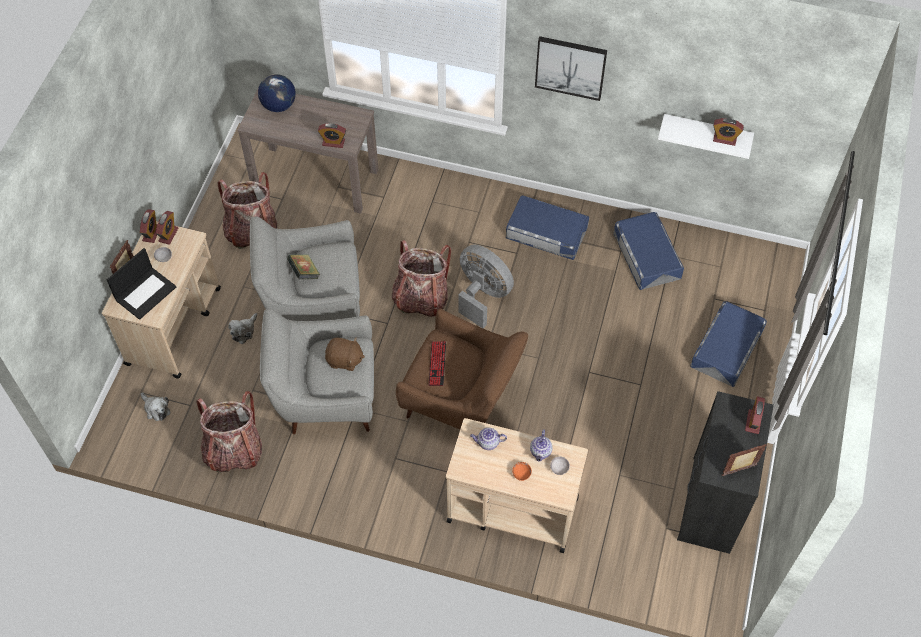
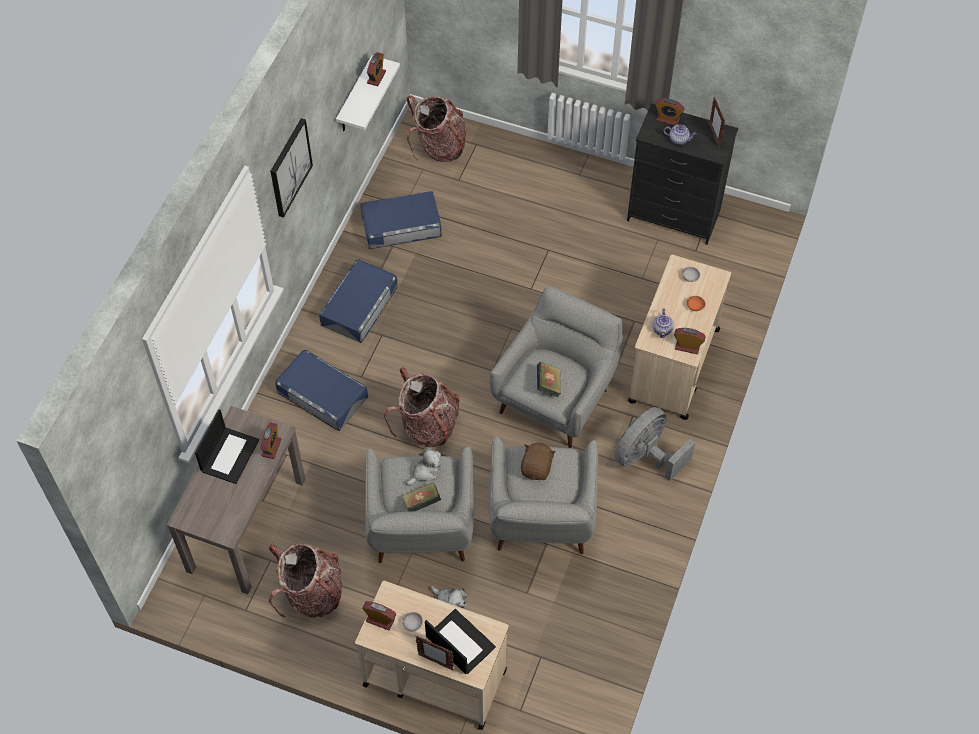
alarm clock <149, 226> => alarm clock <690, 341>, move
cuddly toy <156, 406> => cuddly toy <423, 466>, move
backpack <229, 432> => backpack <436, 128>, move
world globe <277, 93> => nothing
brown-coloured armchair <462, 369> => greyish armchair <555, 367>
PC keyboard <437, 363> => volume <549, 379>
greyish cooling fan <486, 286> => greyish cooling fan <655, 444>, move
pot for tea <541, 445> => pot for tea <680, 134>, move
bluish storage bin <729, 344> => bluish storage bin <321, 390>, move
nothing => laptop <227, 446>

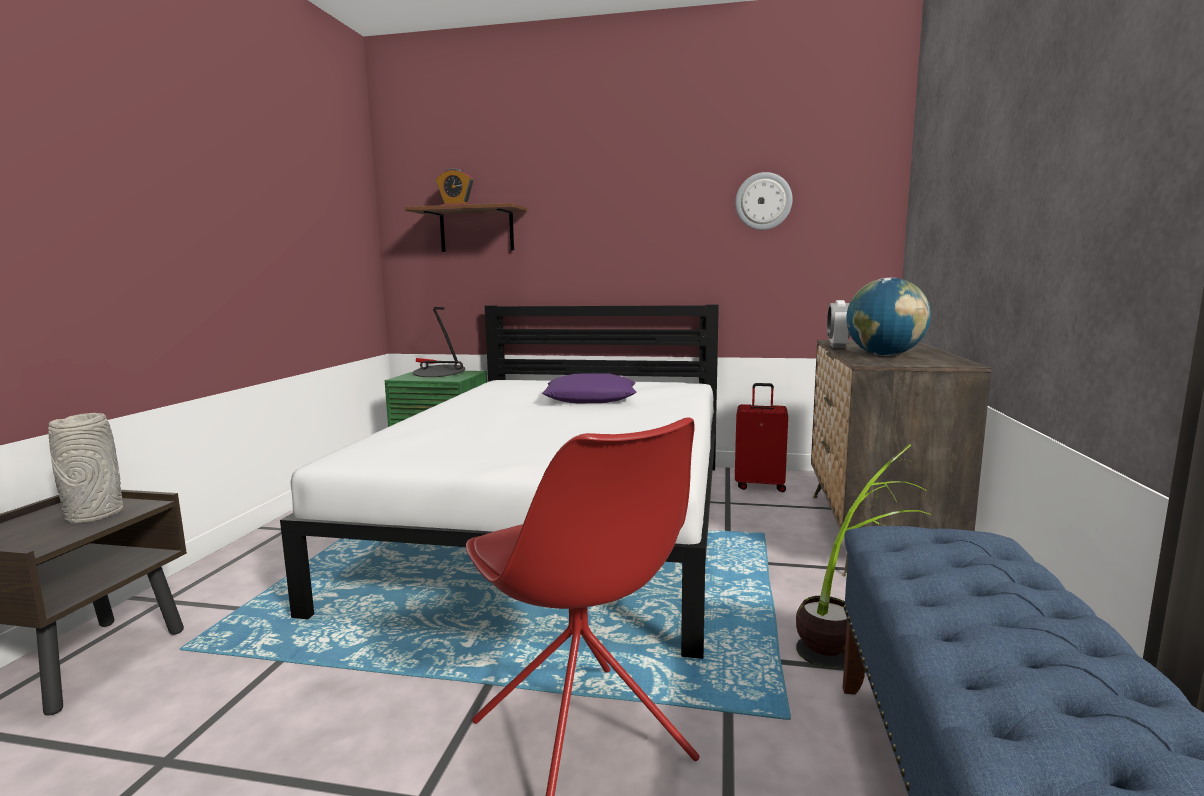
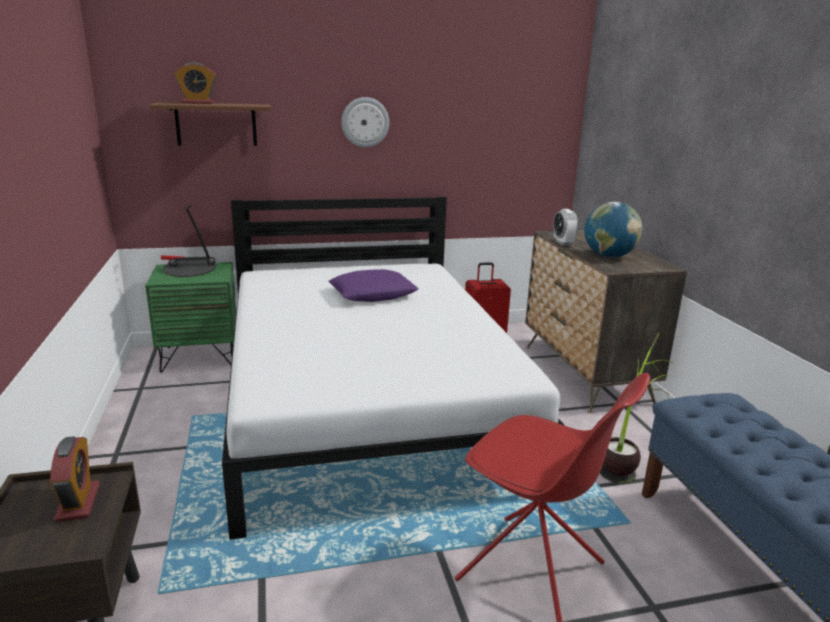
greyish vase <85, 468> => alarm clock <75, 479>
hanging clock <764, 201> => hanging clock <365, 122>, move

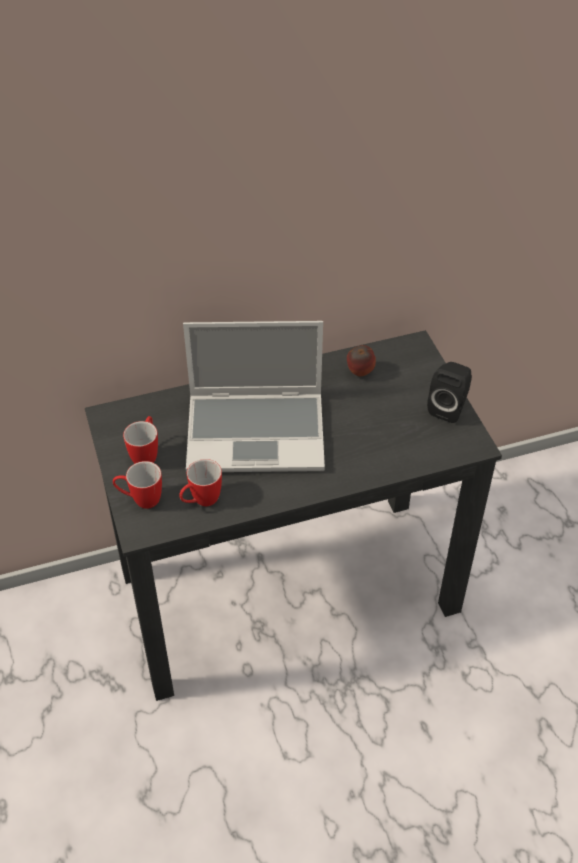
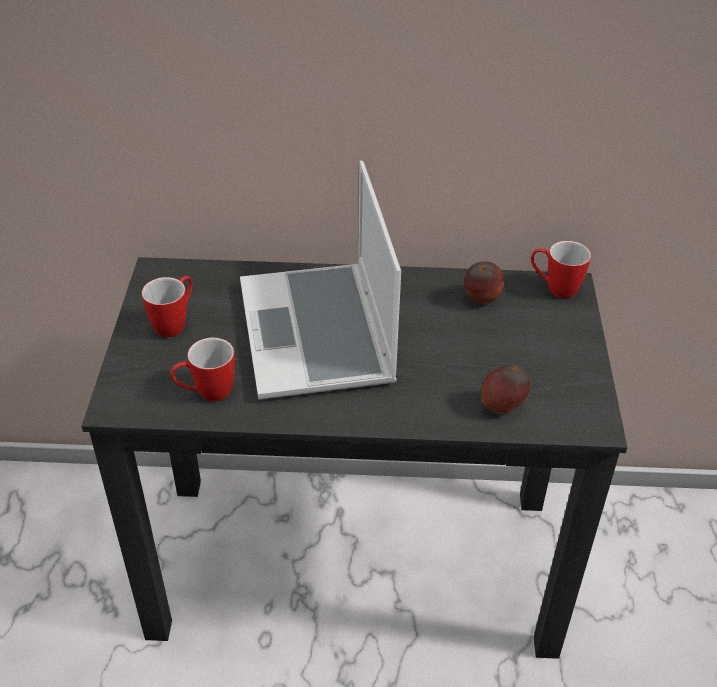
tea mug <137, 485> => tea mug <561, 269>, move
laptop <254, 396> => laptop <320, 280>, 60 degrees clockwise
blackish speaker <449, 392> => nothing
nothing => apple fruit <505, 389>

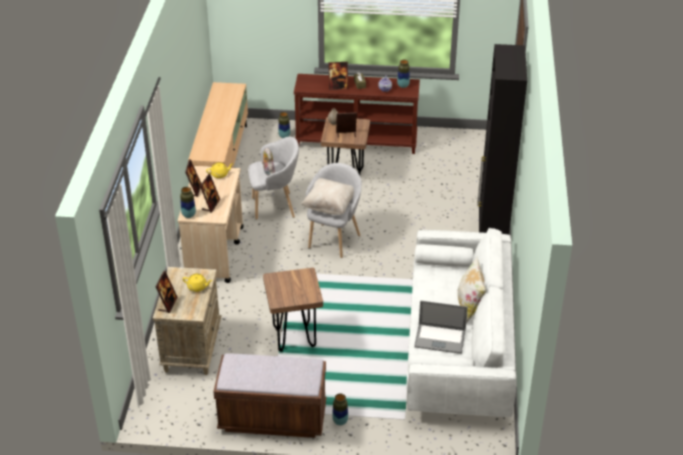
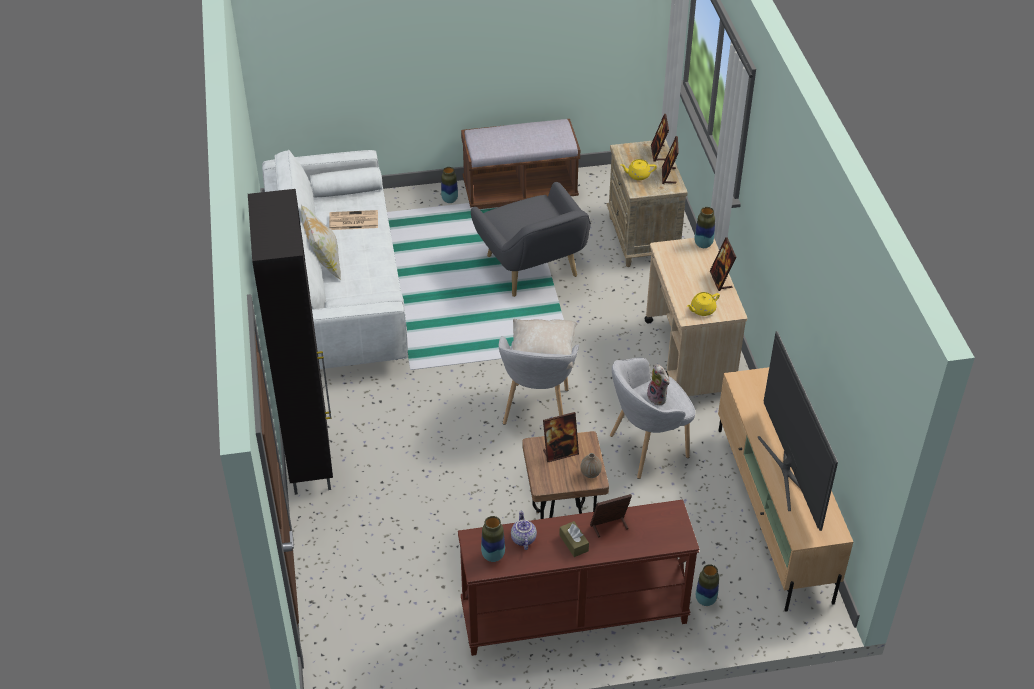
standing frame <210, 193> => standing frame <670, 160>, move
brown-coloured sitting stool <293, 309> => greyish armchair <531, 239>
laptop <441, 327> => printed paper <353, 220>
nothing => TV set <797, 431>

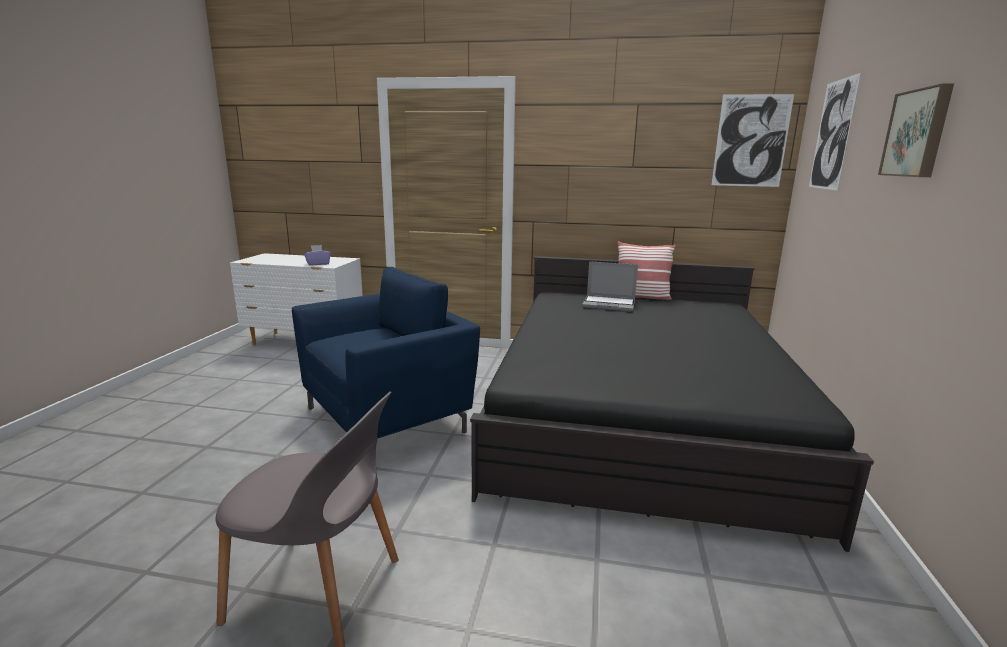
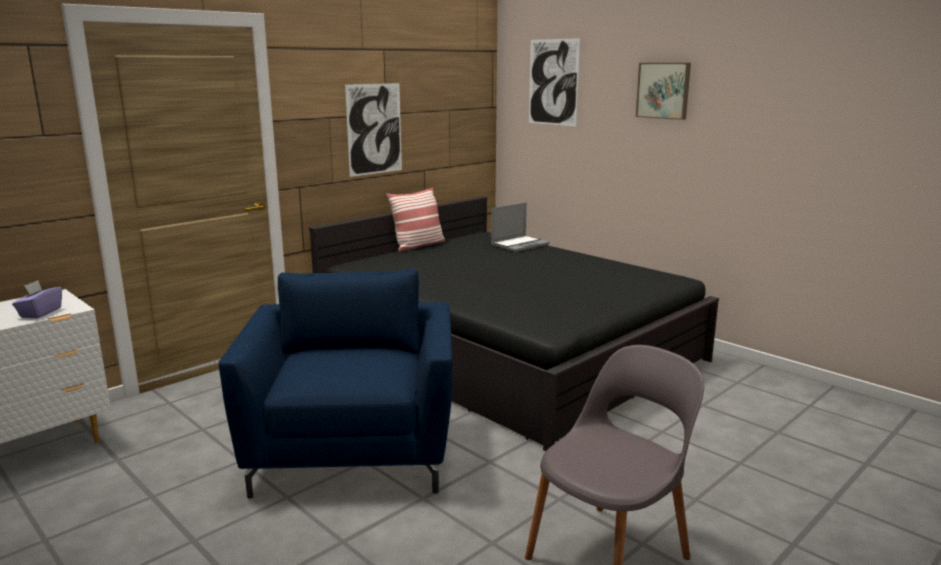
laptop <610, 286> => laptop <520, 227>, move
wall picture <753, 140> => wall picture <373, 130>, move

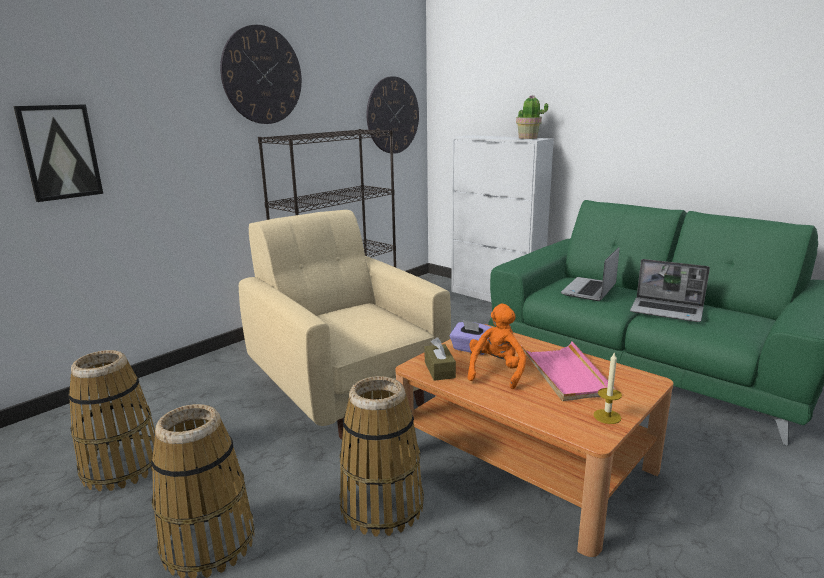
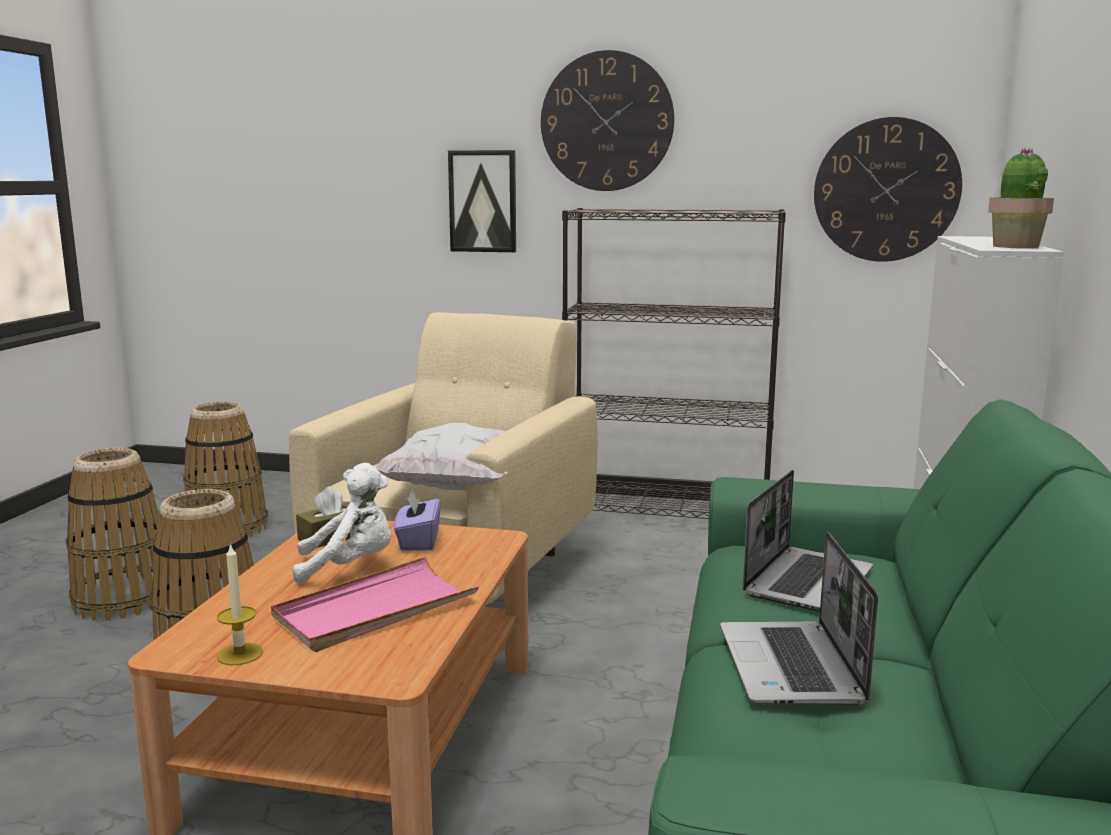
wall picture <58, 153> => wall picture <482, 201>, move
orangey cuddly toy <497, 346> => white-coloured cuddly toy <342, 524>
laptop <590, 274> => laptop <808, 541>, 120 degrees clockwise
nothing => white-coloured cushion <441, 456>

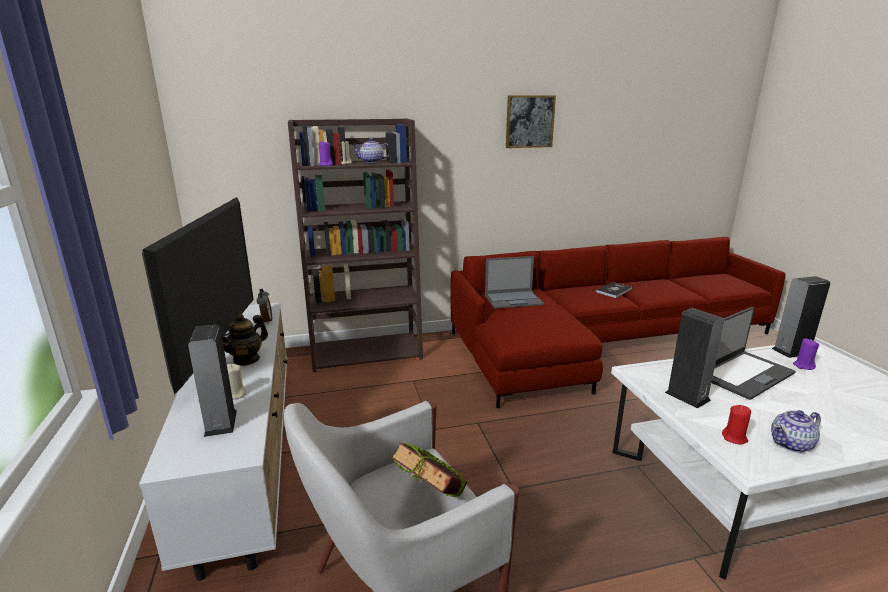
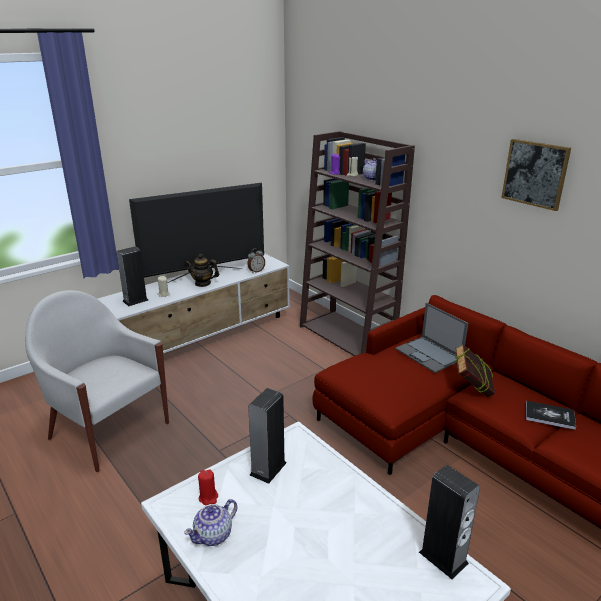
volume <429, 470> => volume <475, 370>, move
laptop <753, 353> => nothing
pot for tea <796, 431> => pot for tea <210, 522>, 90 degrees counterclockwise
purple wax candle <806, 354> => nothing

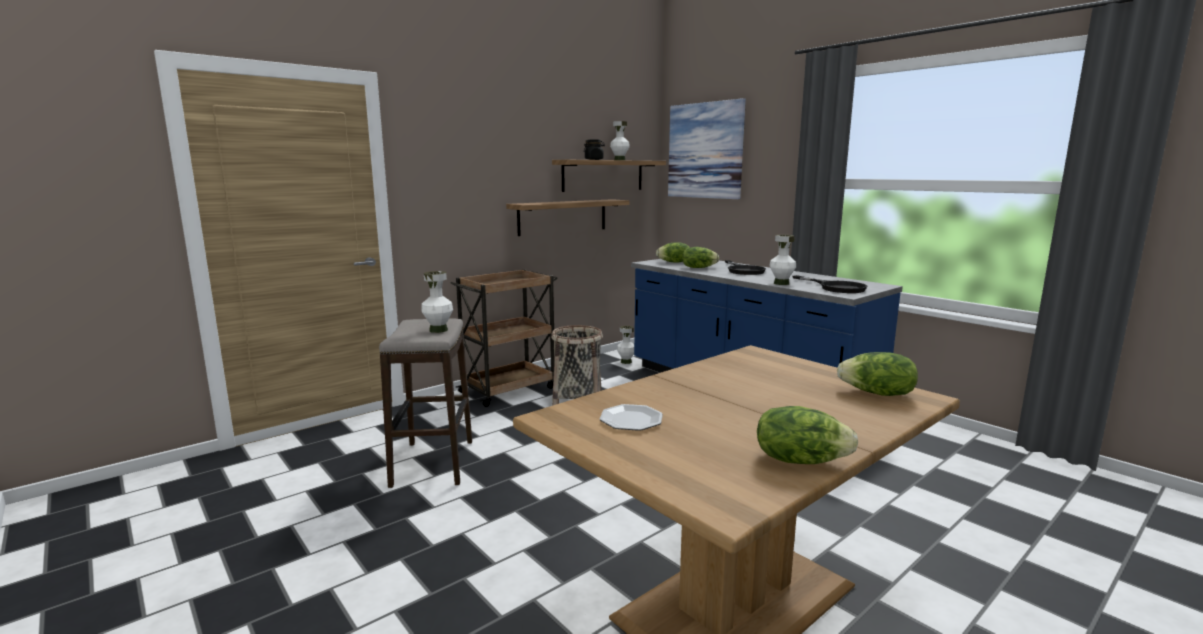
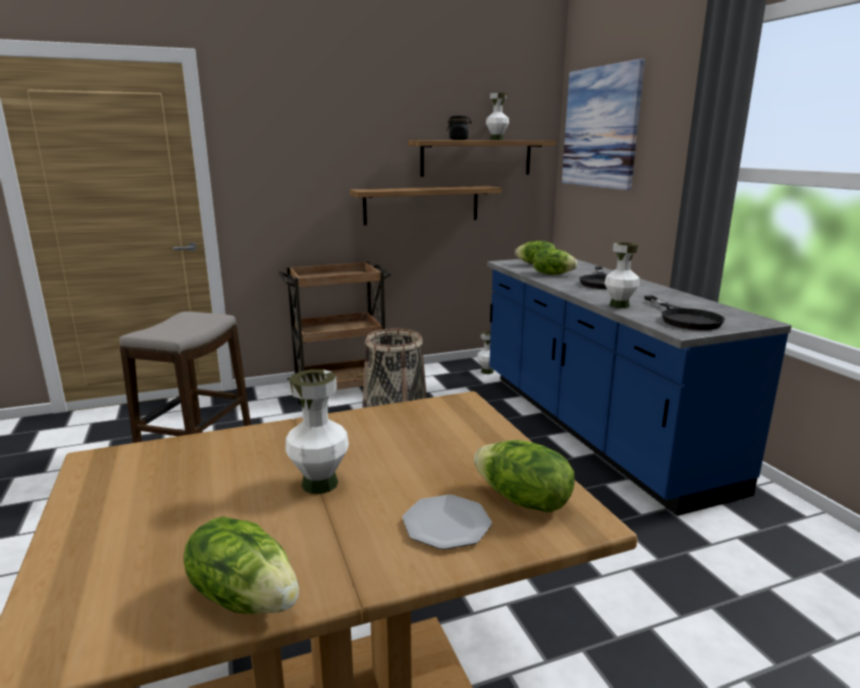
white-coloured vase <437, 302> => white-coloured vase <317, 431>, move
flat dish <631, 417> => flat dish <447, 522>, move

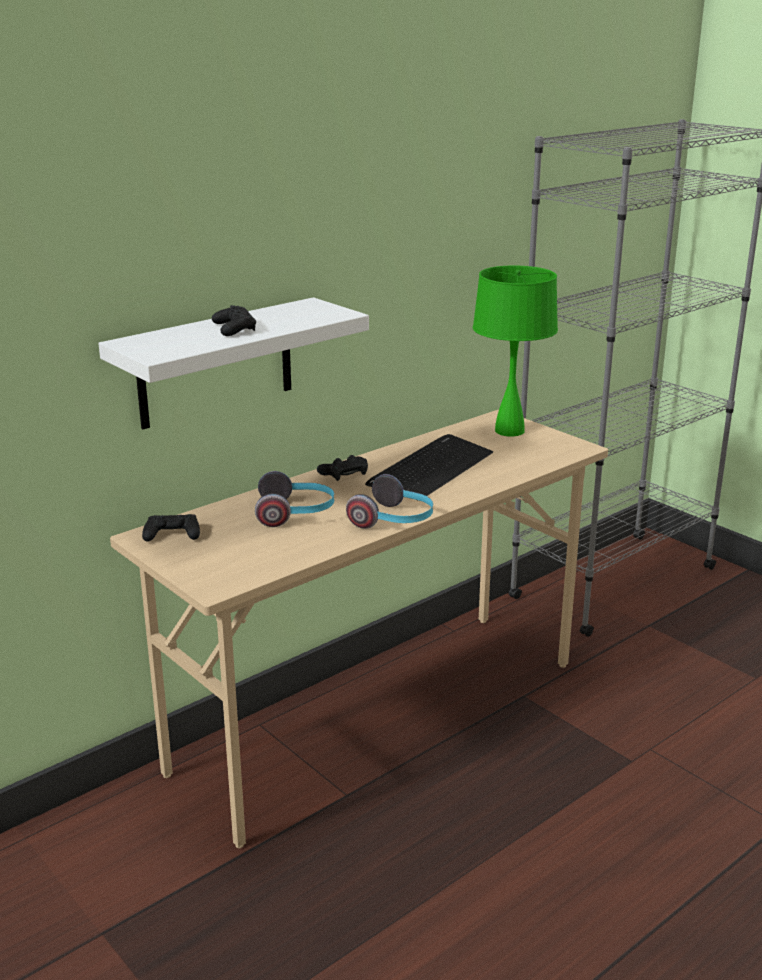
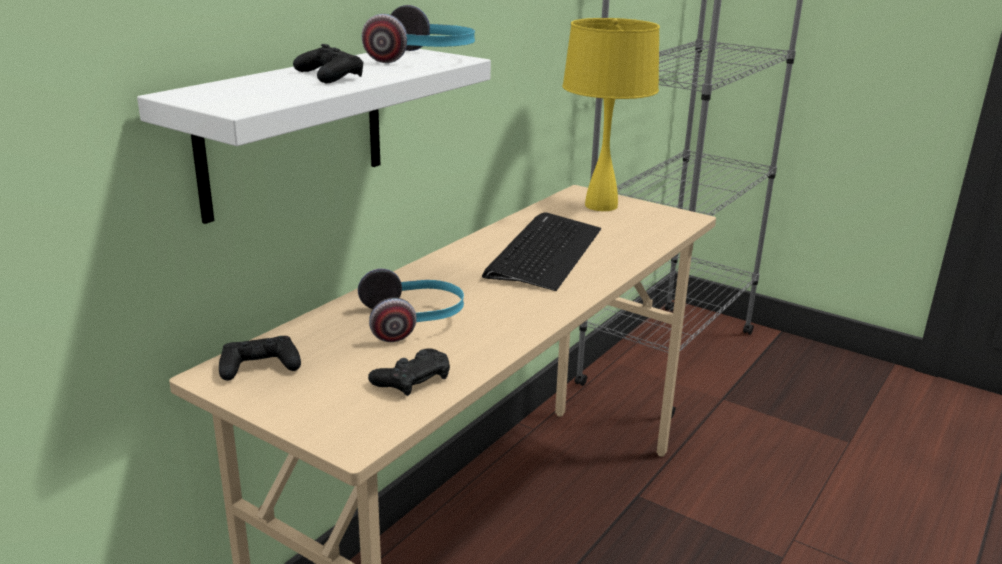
blackish gamepad <342, 468> => blackish gamepad <409, 372>, move
pair of headphones <389, 501> => pair of headphones <418, 34>, move
greenish table lamp <515, 351> => yellow table lamp <611, 114>

